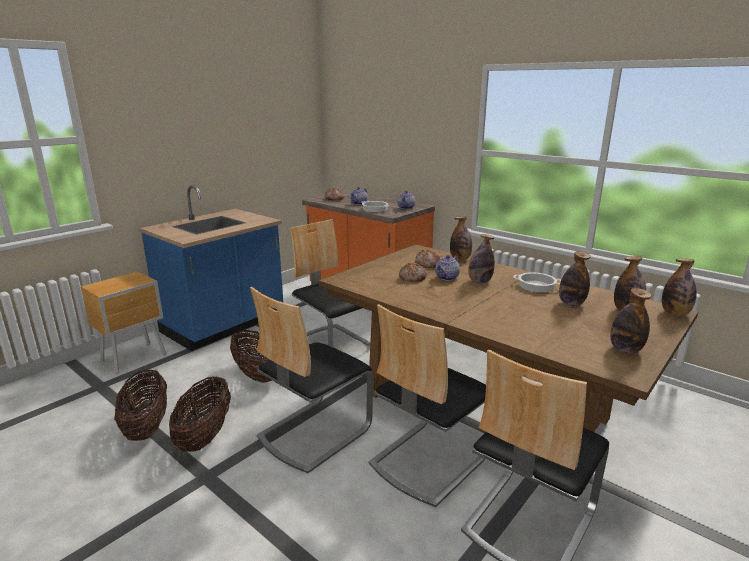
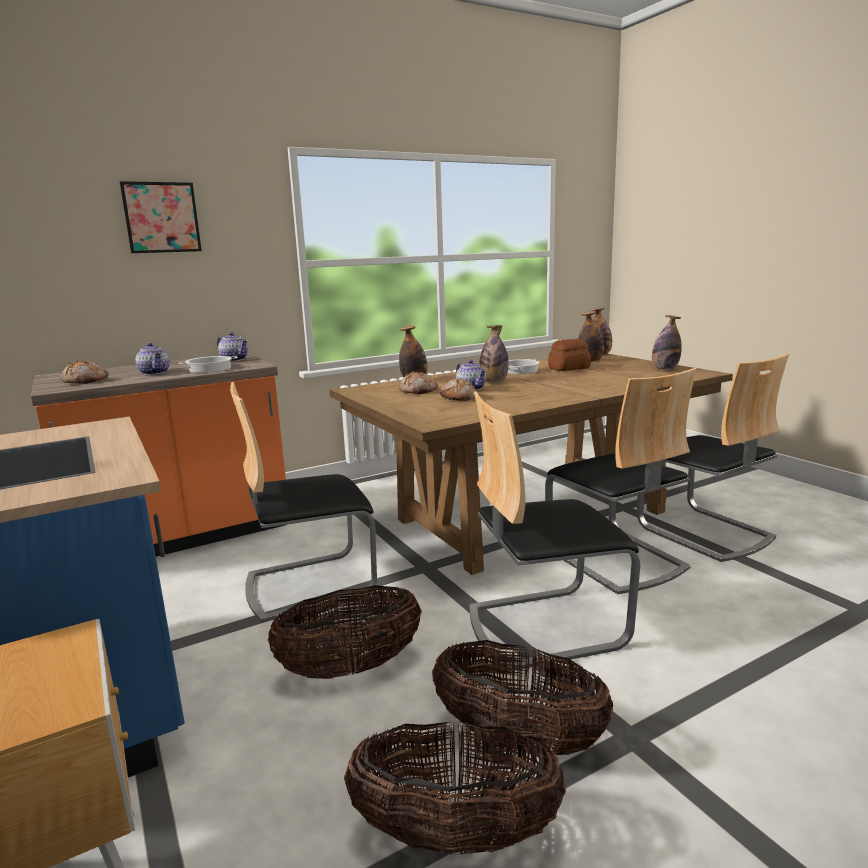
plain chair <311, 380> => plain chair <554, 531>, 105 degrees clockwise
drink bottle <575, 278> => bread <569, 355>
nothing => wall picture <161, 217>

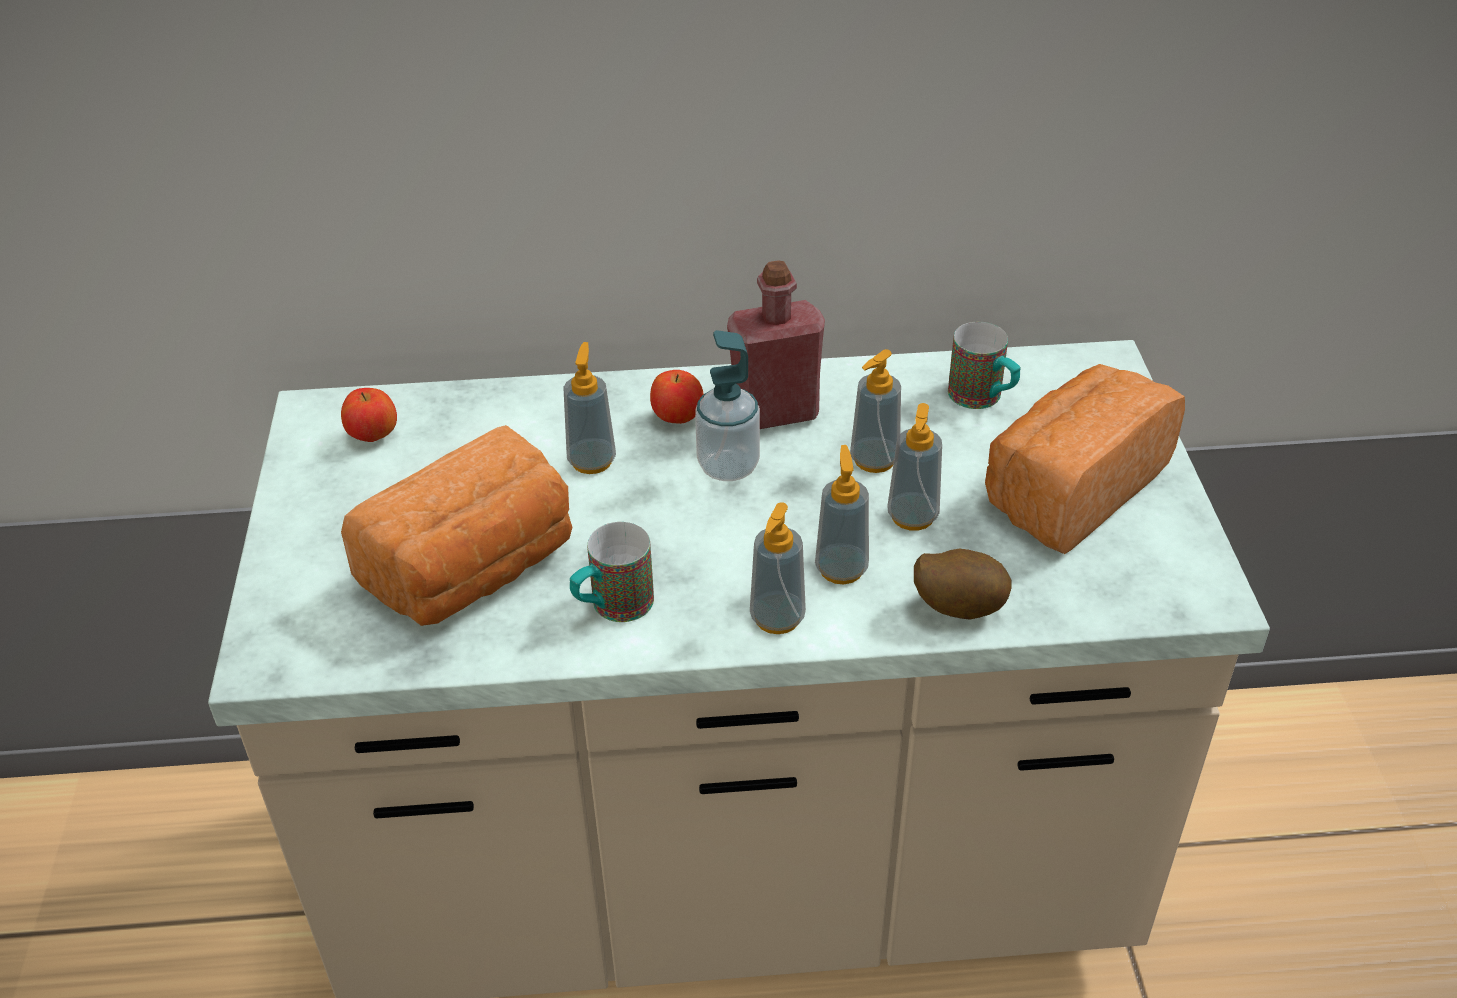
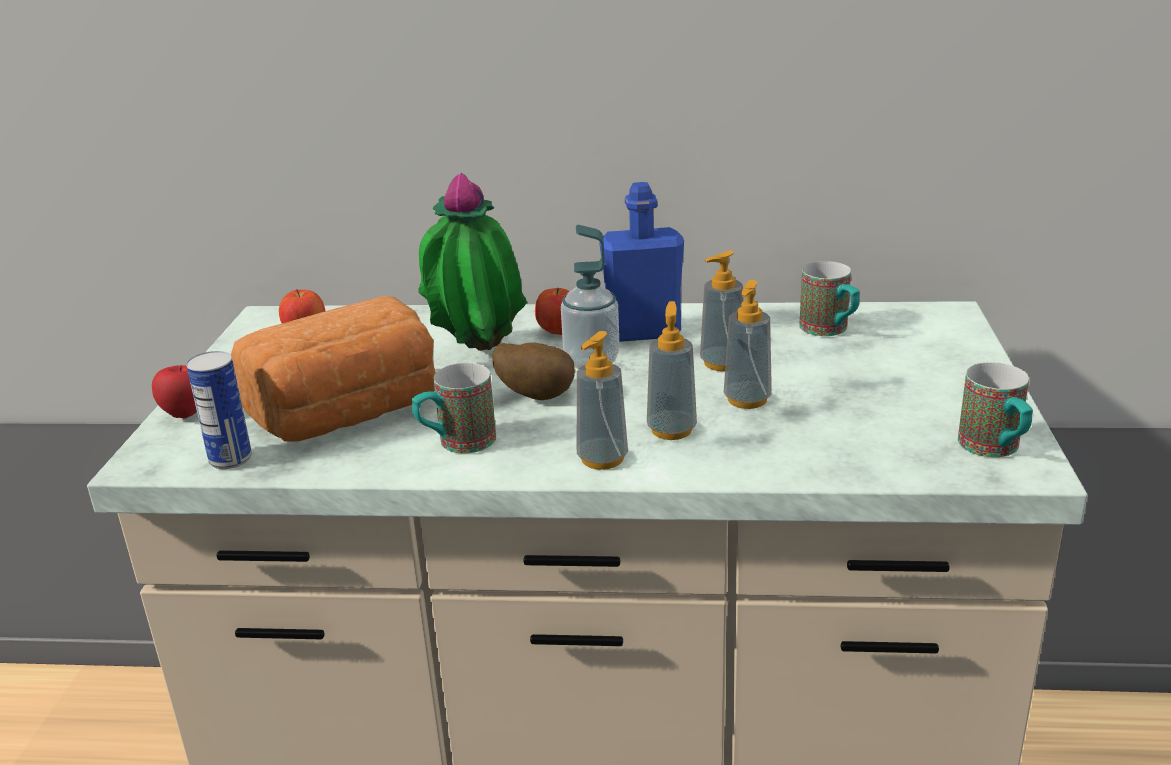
soap dispenser <589, 408> => potted plant <472, 262>
red-coloured drink bottle <776, 344> => bluish drink bottle <641, 262>
spud <963, 584> => spud <533, 371>, move
bread <1085, 459> => nothing
nothing => apple fruit <174, 391>
nothing => metal can <219, 410>
nothing => tea mug <995, 409>

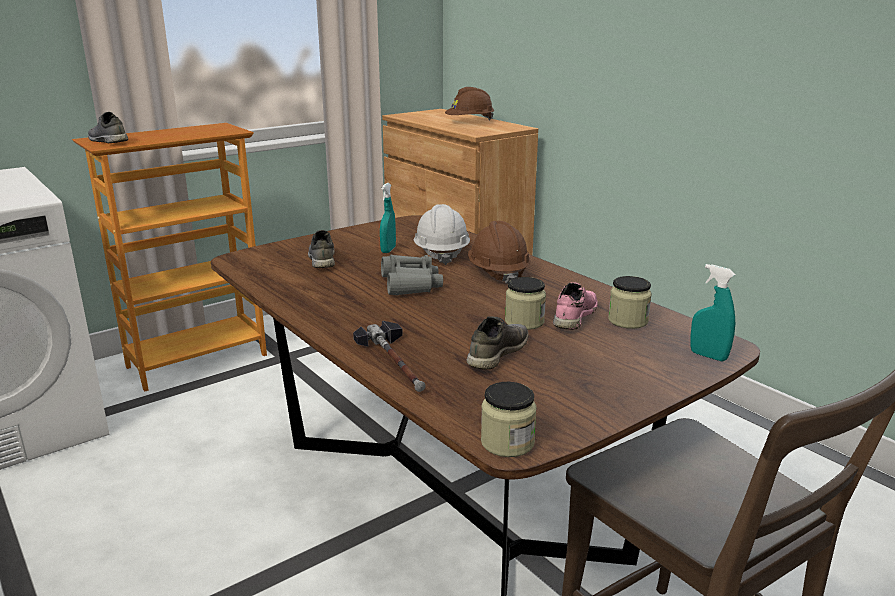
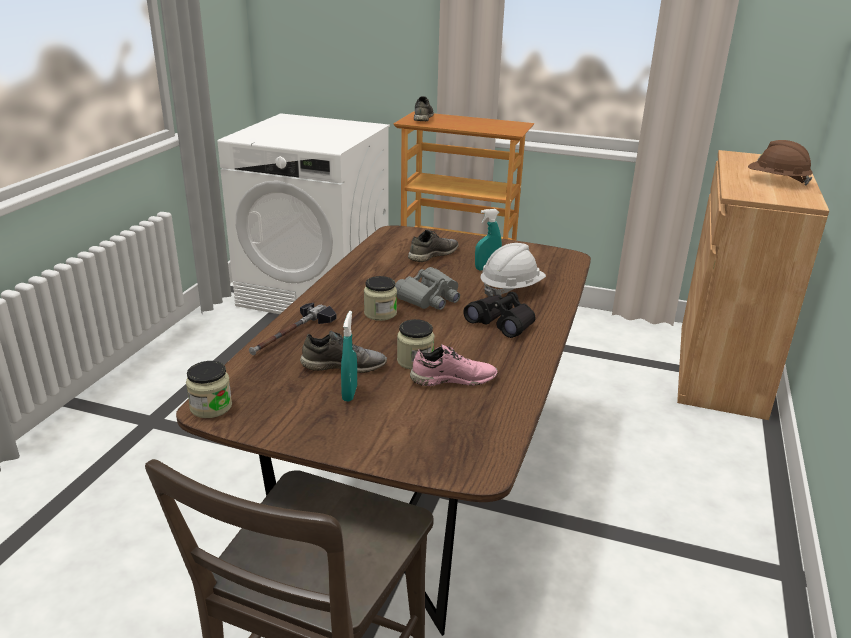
brown-coloured hard hat <499, 252> => blackish binoculars <499, 315>
jar <630, 302> => jar <380, 298>, move
turquoise sprayer <713, 313> => turquoise sprayer <349, 356>, move

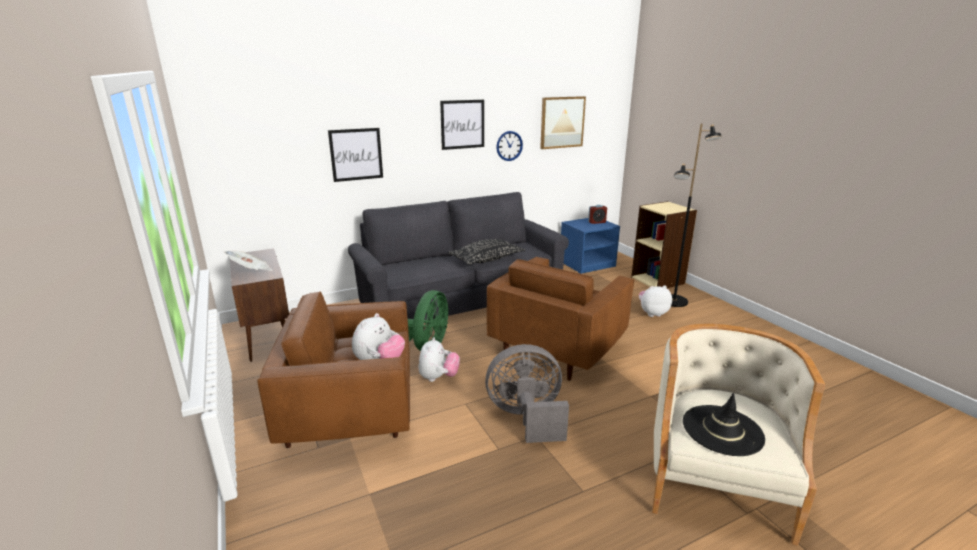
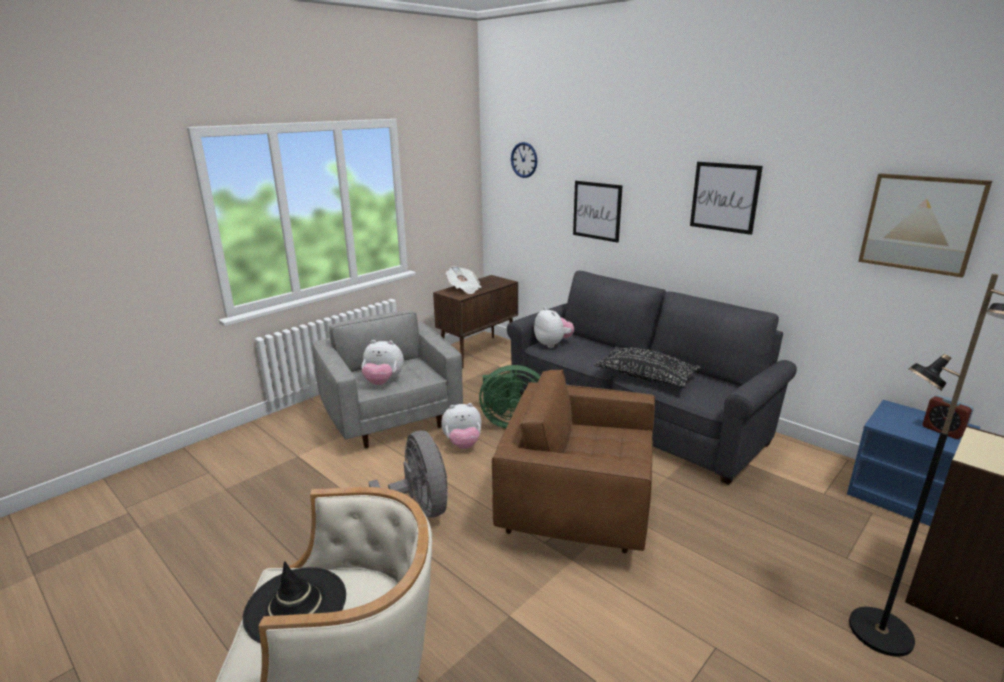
brown-coloured armchair <333, 369> => greyish armchair <387, 379>
hanging clock <509, 146> => hanging clock <524, 160>, move
cuddly toy <655, 301> => cuddly toy <554, 327>, move

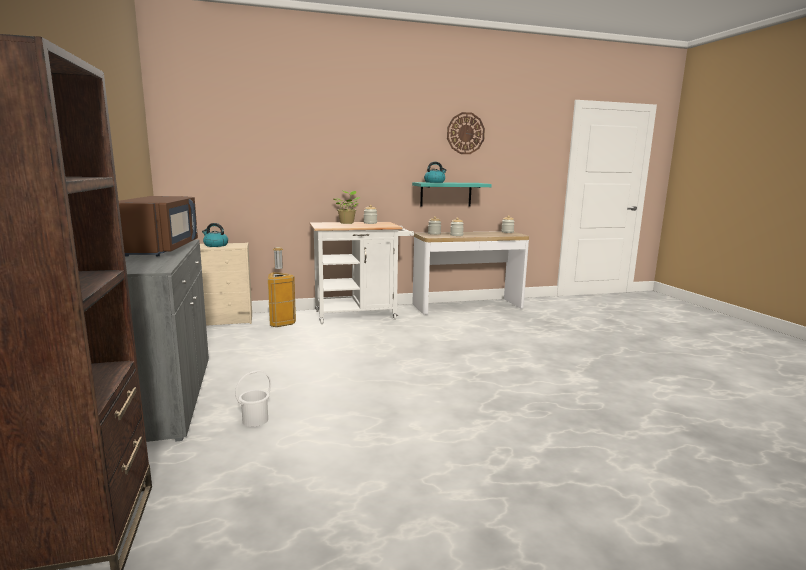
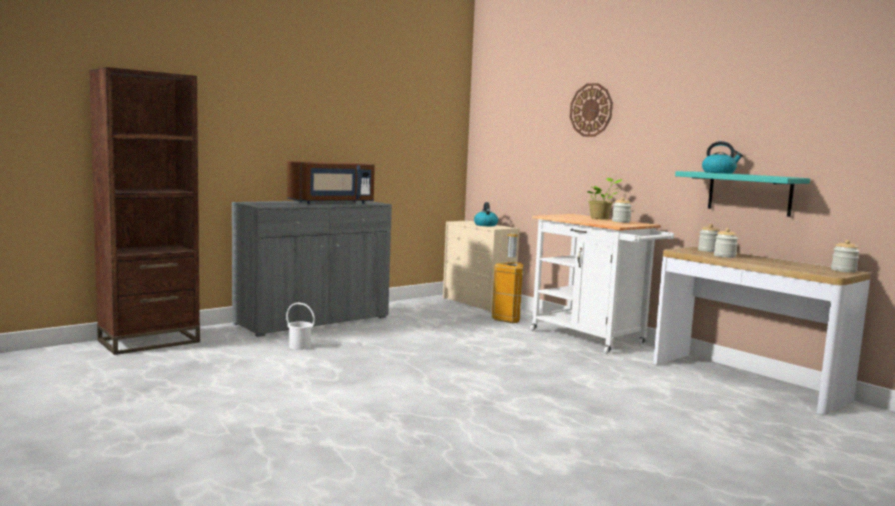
hanging clock <466, 133> => hanging clock <591, 110>, move

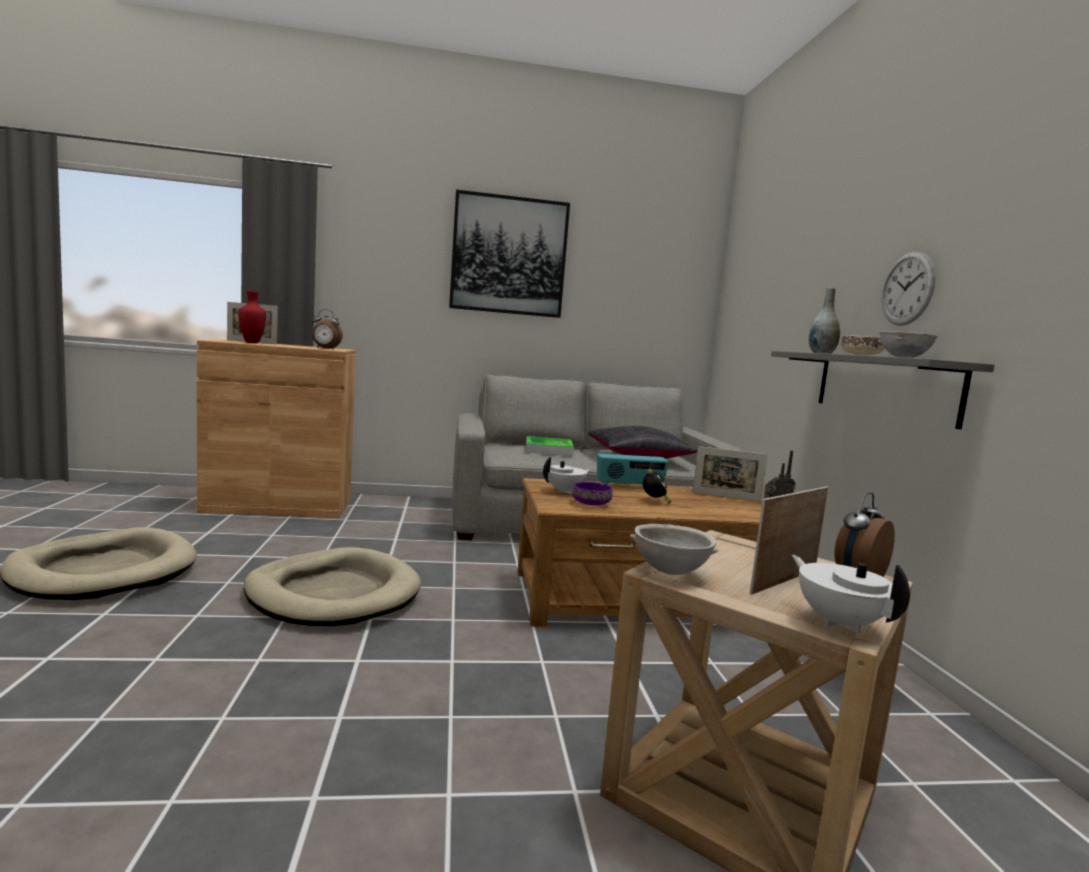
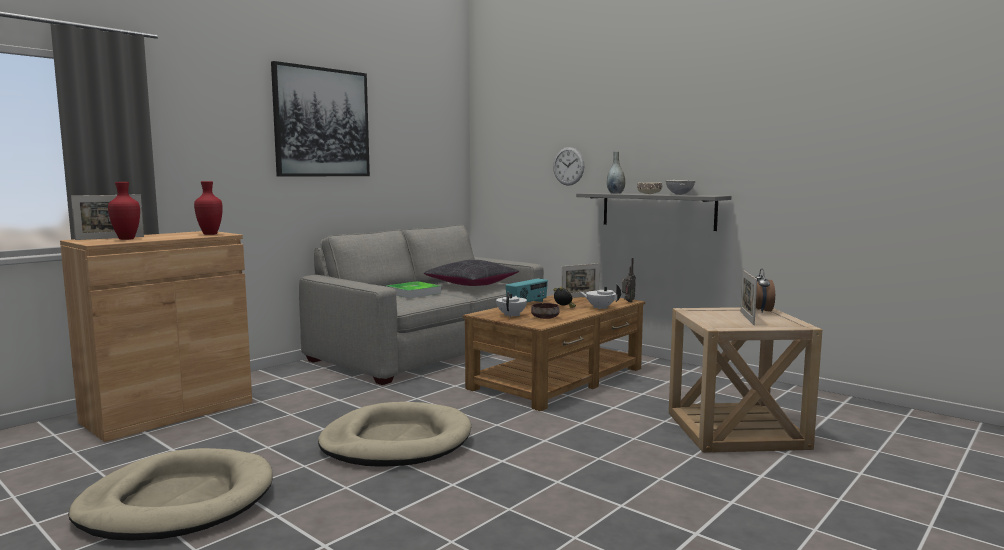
alarm clock <327, 329> => red-coloured vase <208, 208>
purple deep dish <593, 494> => brown-coloured deep dish <545, 311>
greyish deep dish <674, 549> => nothing
white-coloured pot for tea <851, 594> => white-coloured pot for tea <600, 296>, move
hanging clock <909, 289> => hanging clock <568, 166>, move

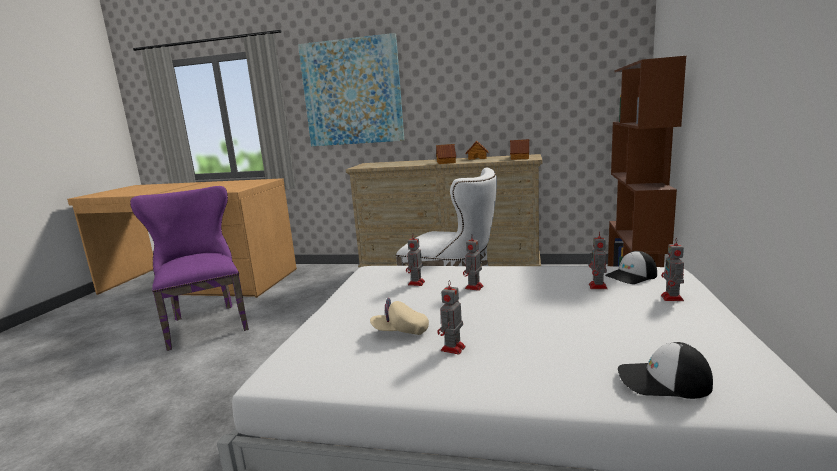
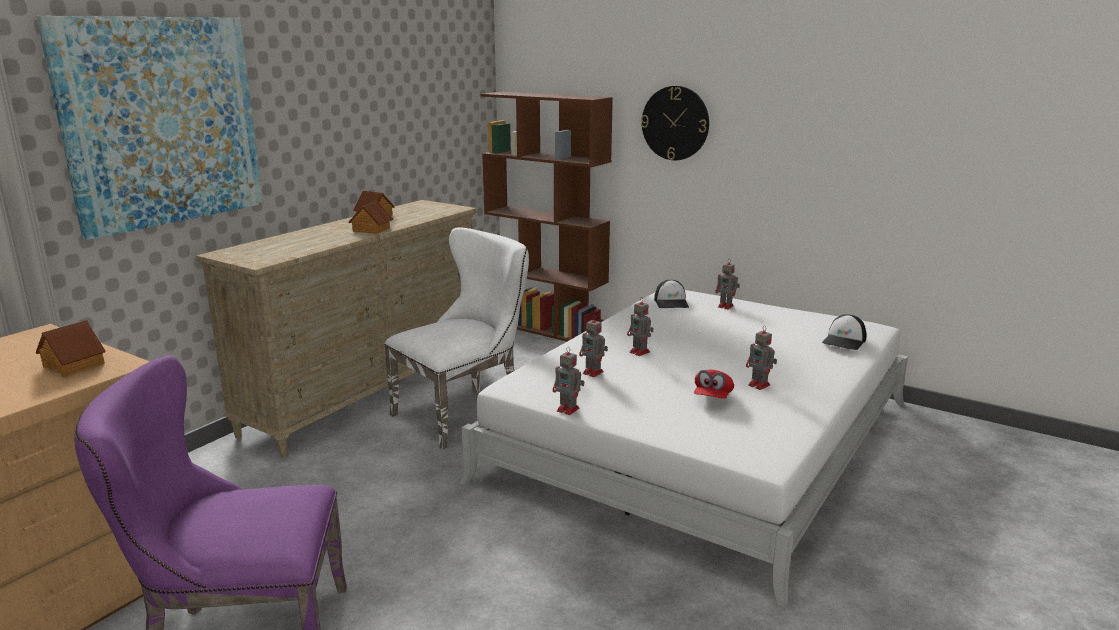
sand-coloured peaked cap <399, 316> => red-coloured peaked cap <714, 384>
model house <520, 149> => model house <71, 348>, move
robot figure <598, 260> => robot figure <568, 381>, move
nothing => hanging clock <675, 123>

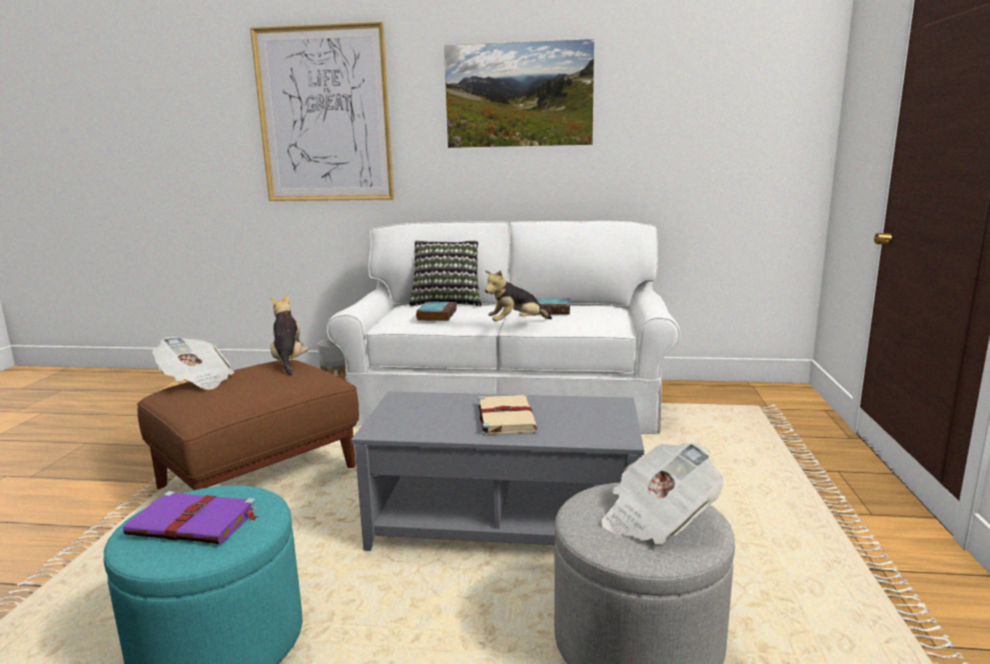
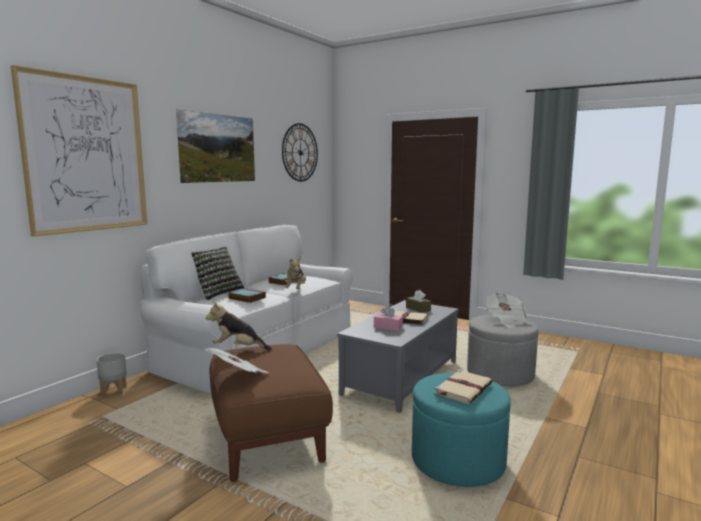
purple volume <191, 517> => sand-coloured volume <463, 387>
nothing => hanging clock <300, 152>
nothing => pink tissue holder <388, 318>
nothing => brown-coloured tissue holder <418, 301>

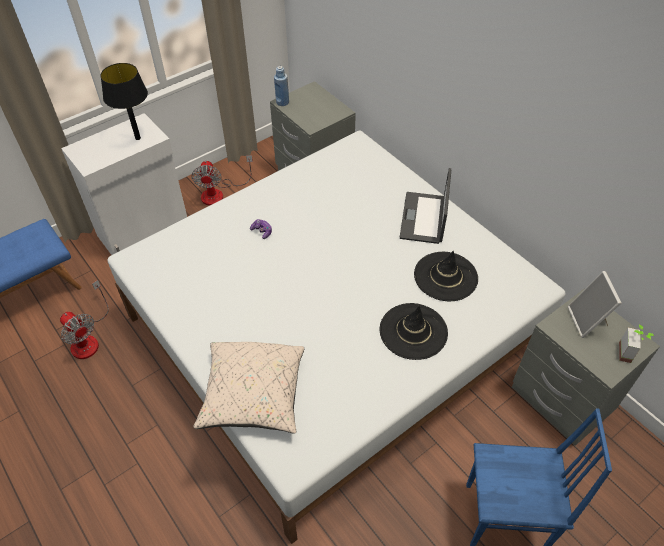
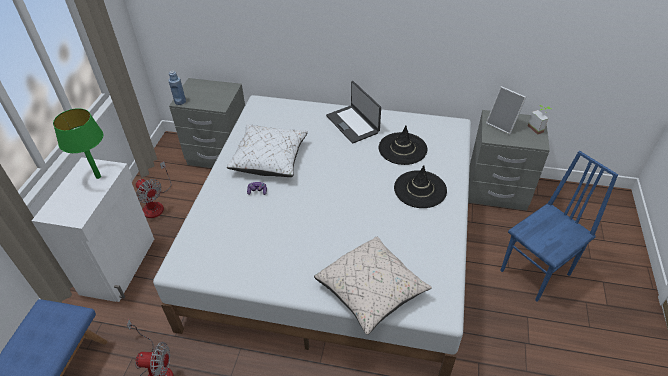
blackish table lamp <124, 101> => greenish table lamp <78, 143>
nothing => white-coloured cushion <267, 150>

